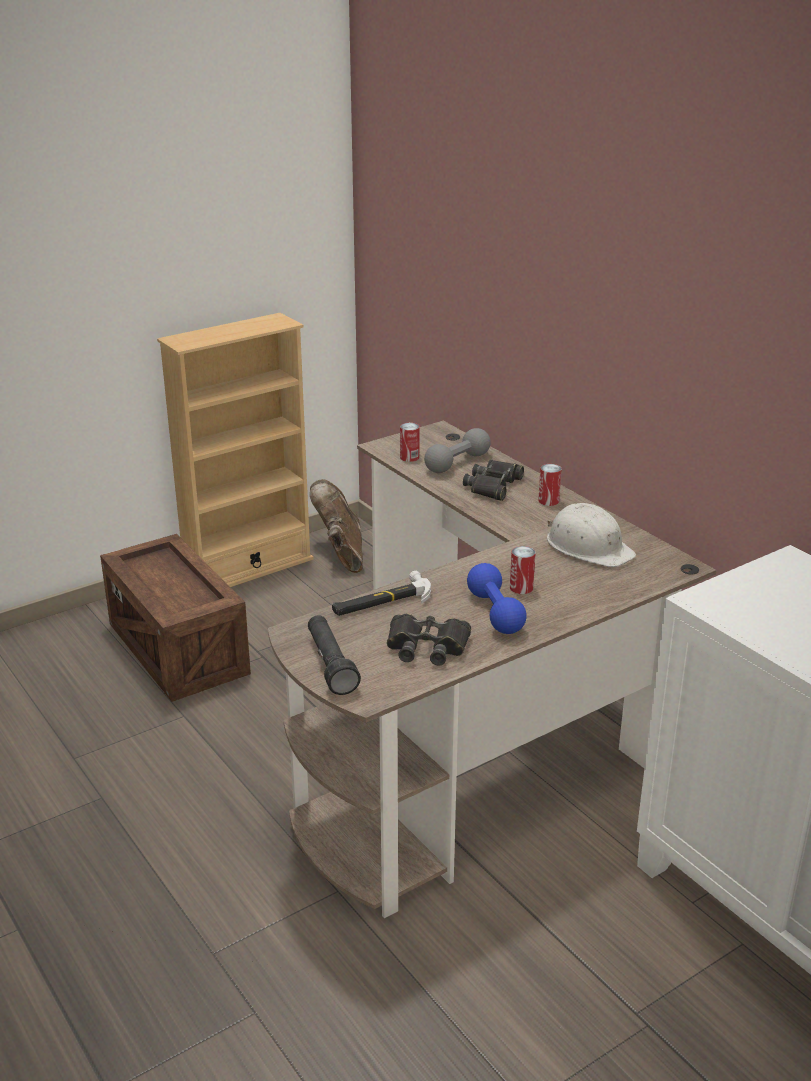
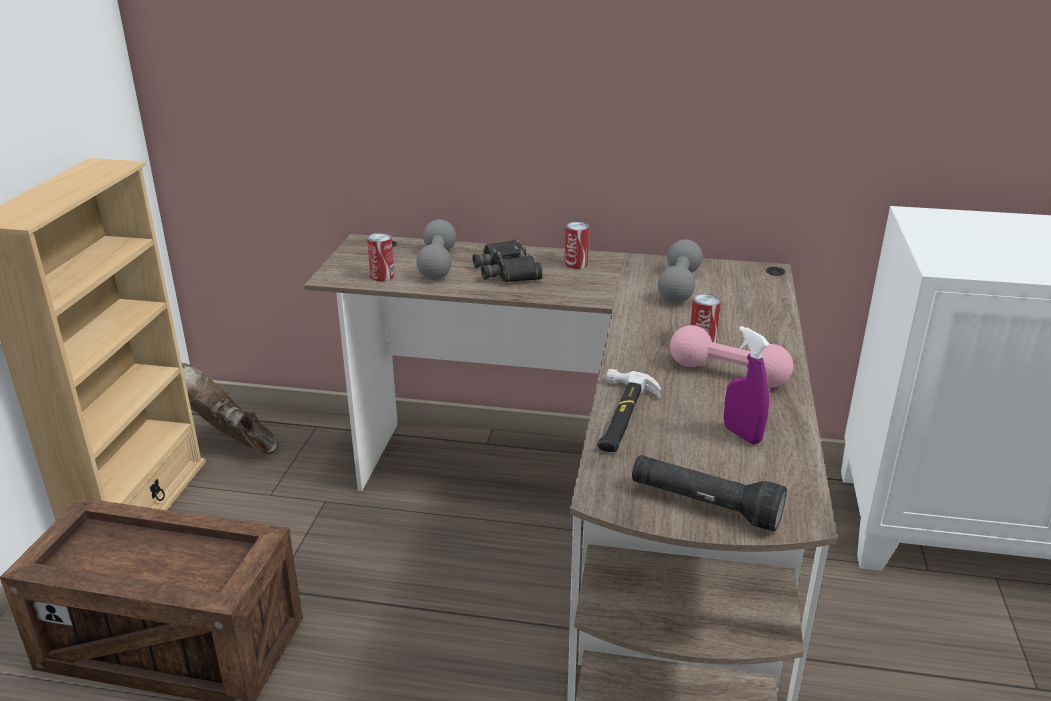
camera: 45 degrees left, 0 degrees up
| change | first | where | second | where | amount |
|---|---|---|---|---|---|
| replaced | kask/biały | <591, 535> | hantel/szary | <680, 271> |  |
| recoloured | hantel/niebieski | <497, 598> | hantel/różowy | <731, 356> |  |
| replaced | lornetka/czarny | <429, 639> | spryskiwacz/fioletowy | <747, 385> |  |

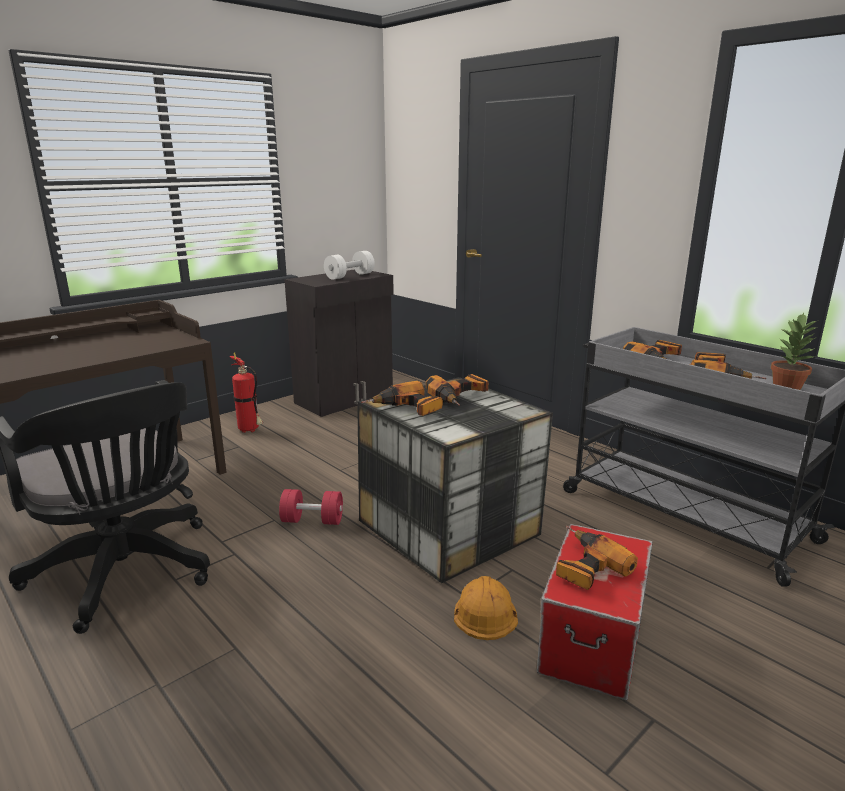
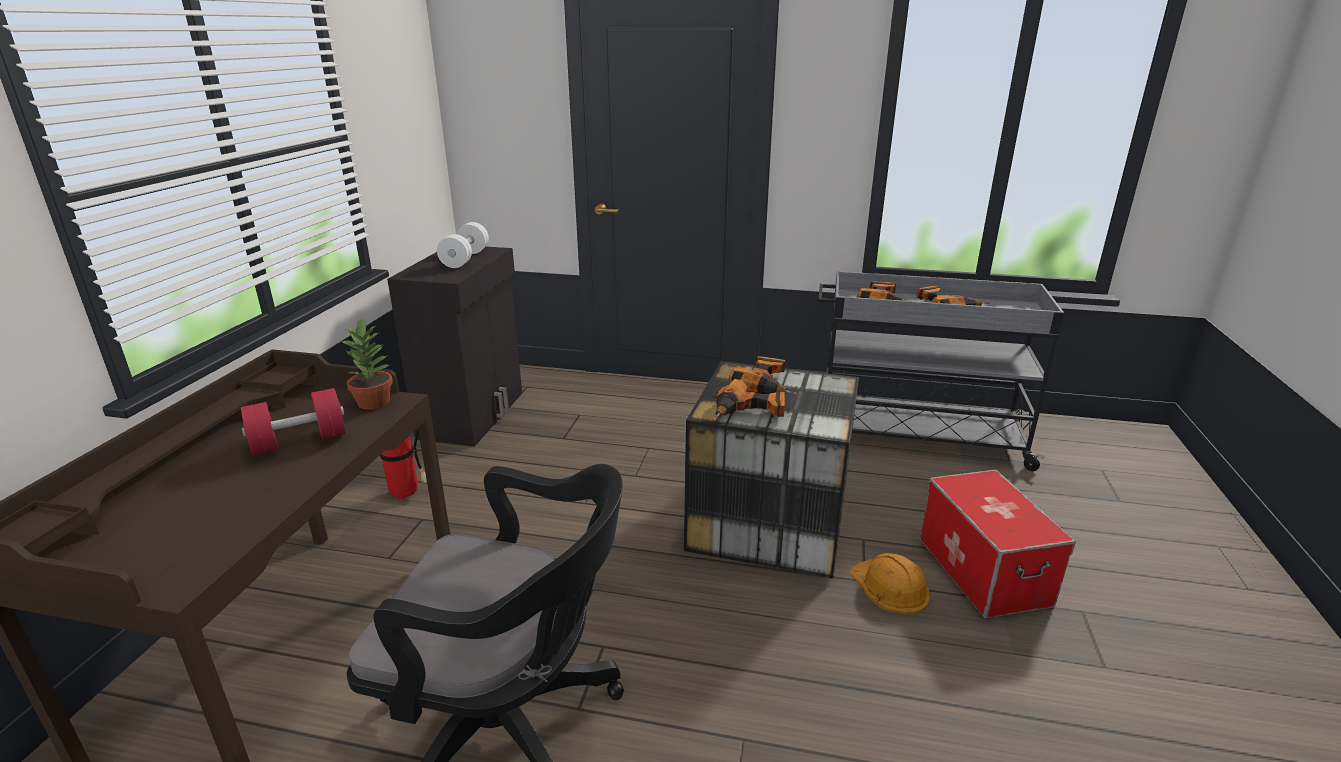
camera: 35 degrees left, 5 degrees up
| change | first | where | second | where | amount |
|---|---|---|---|---|---|
| moved | roślina doniczkowa | <794, 351> |  | <367, 364> |  |
| moved | hantel/czerwony | <311, 507> |  | <293, 422> |  |
| removed | wiertarka | <597, 558> |  |  |  |

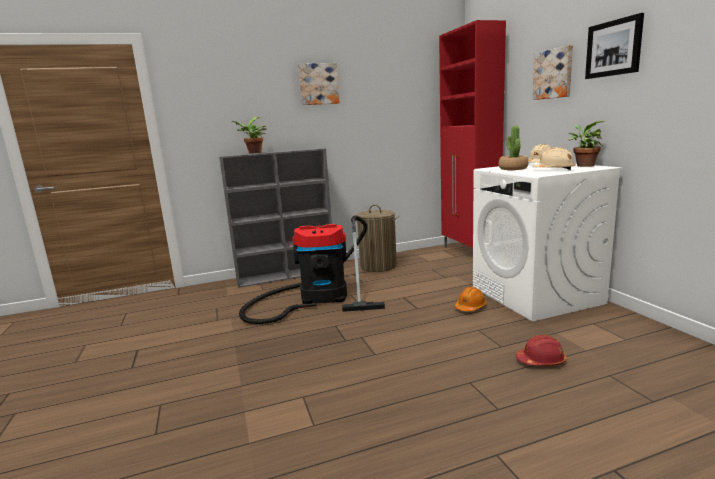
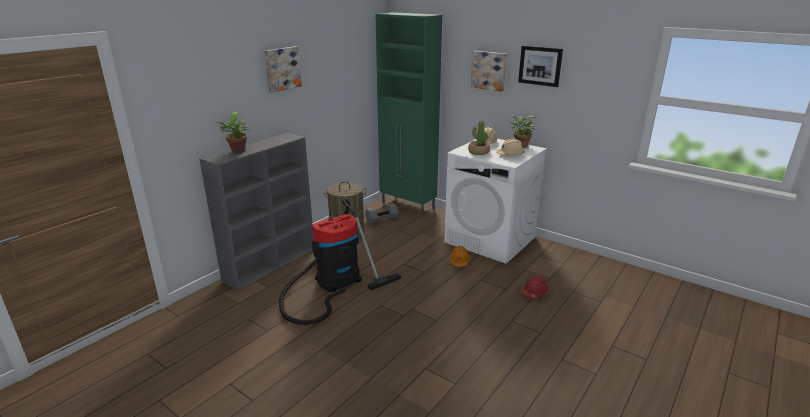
camera: 35 degrees left, 10 degrees up
| change | first | where | second | where | amount |
|---|---|---|---|---|---|
| recoloured | szafka/czerwony | <472, 134> | szafka/zielony | <409, 113> |  |
| added |  |  | hantel/szary | <381, 213> |  |

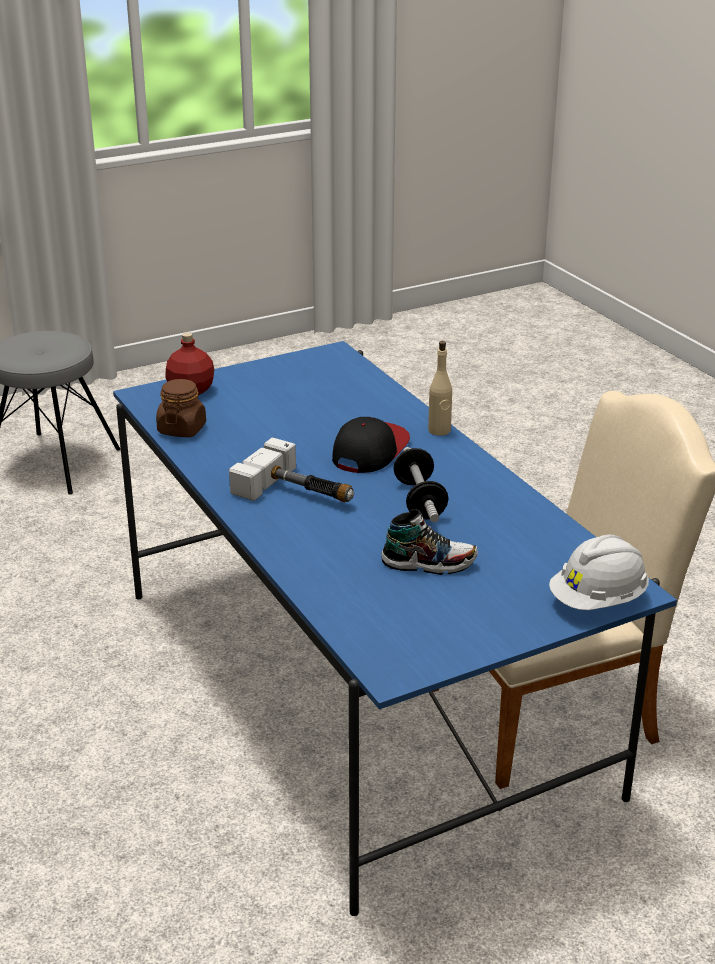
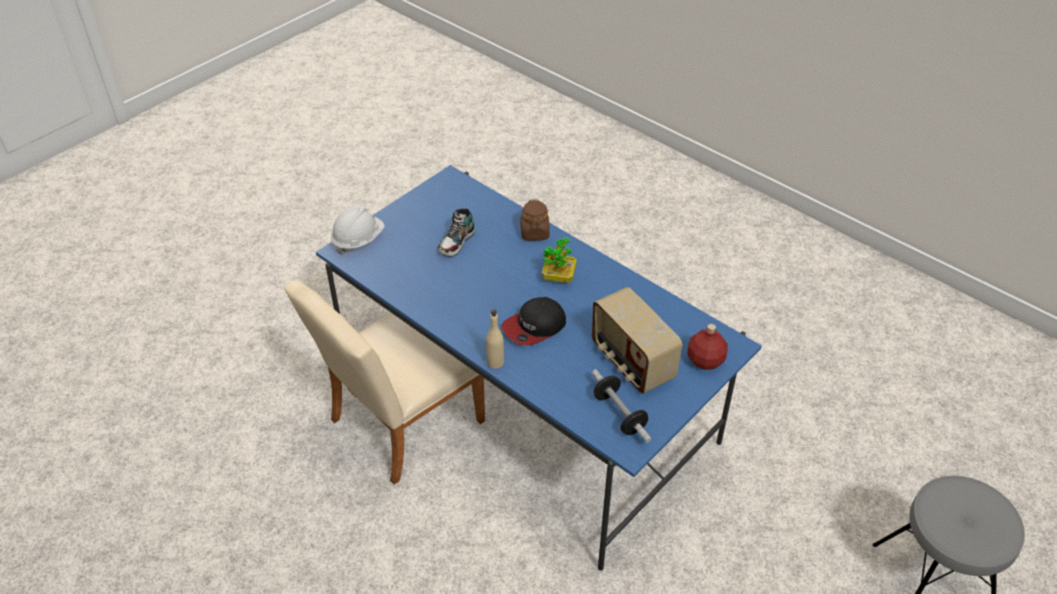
camera: 160 degrees right, 15 degrees up
| change | first | where | second | where | amount |
|---|---|---|---|---|---|
| moved | słoik/brązowy | <181, 408> |  | <535, 220> |  |
| turned | czapka z daszkiem | <371, 445> |  | <534, 321> | 45 degrees clockwise |
| replaced | młotek | <291, 469> | roślina doniczkowa | <559, 260> |  |
| moved | hantel | <420, 484> |  | <622, 406> |  |
| turned | but | <429, 542> |  | <456, 233> | 45 degrees counterclockwise |
| added |  |  | radio | <637, 340> |  |

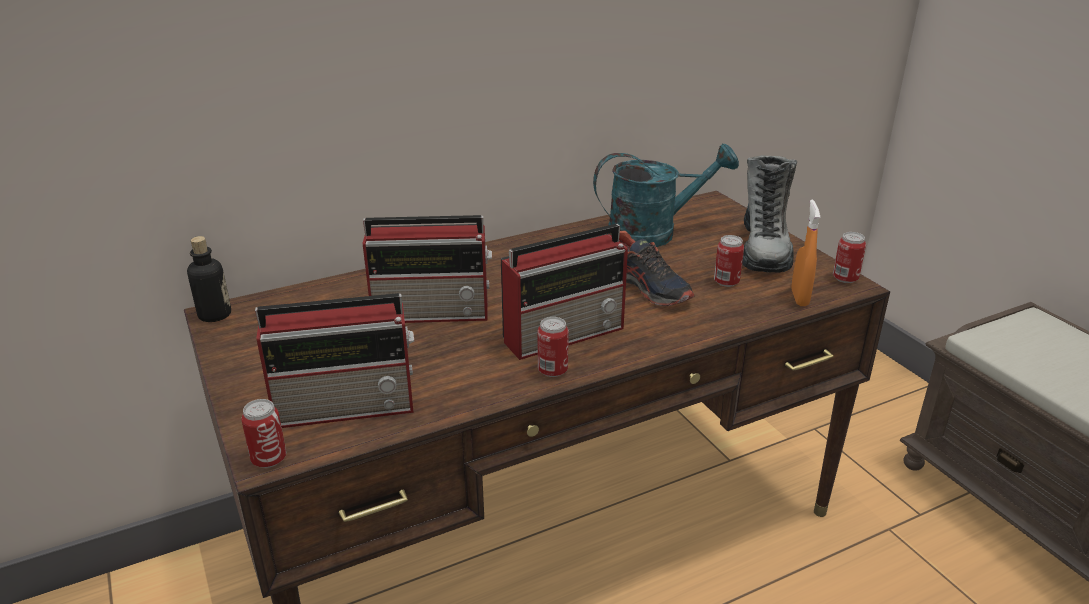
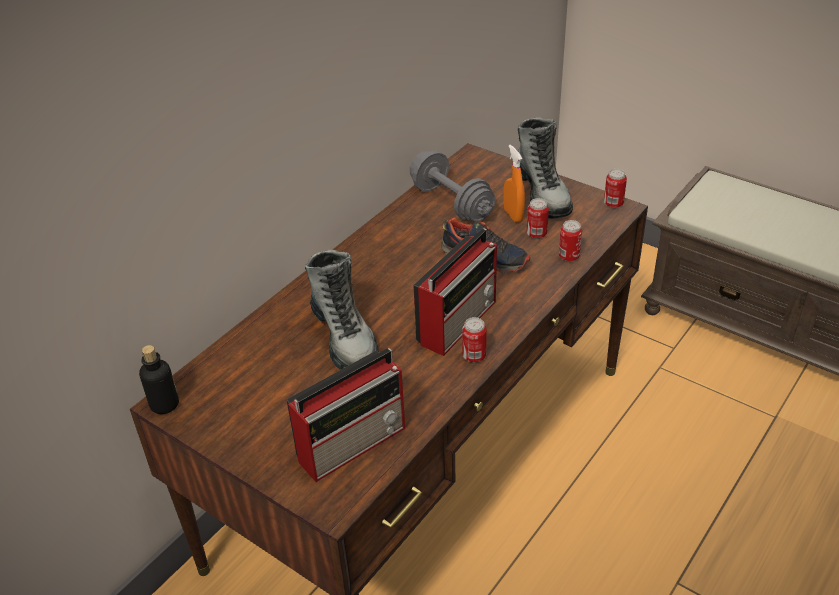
camera: 25 degrees left, 10 degrees up
| change | first | where | second | where | amount |
|---|---|---|---|---|---|
| replaced | konewka/turkusowy | <666, 195> | hantel/szary | <452, 186> |  |
| moved | spryskiwacz/pomarańczowy | <805, 253> |  | <514, 184> |  |
| replaced | radio | <427, 269> | but z cholewką | <342, 310> |  |
| moved | puszka | <263, 433> |  | <570, 241> |  |

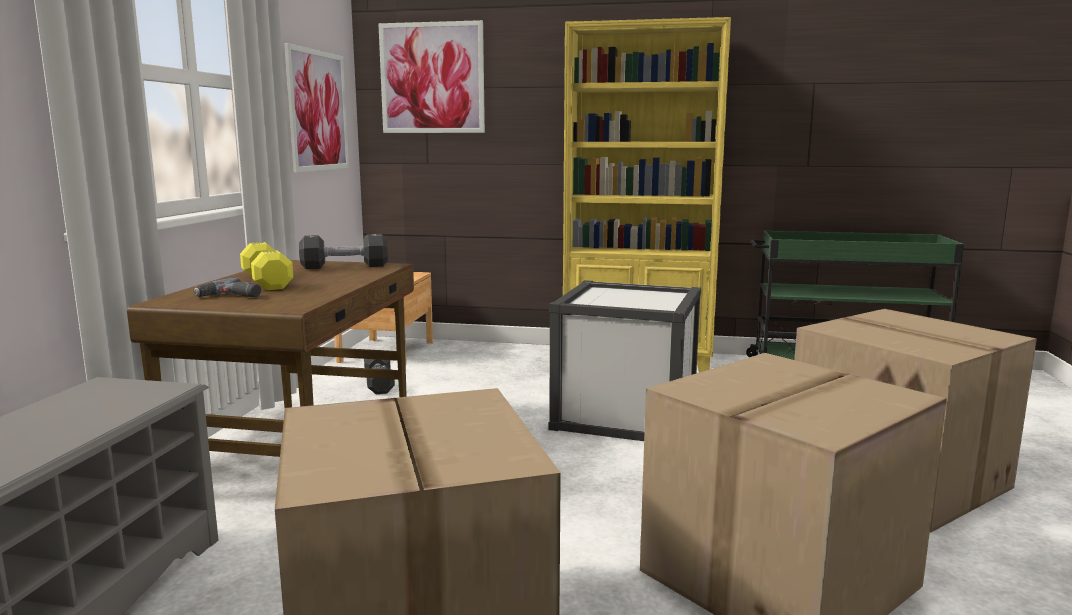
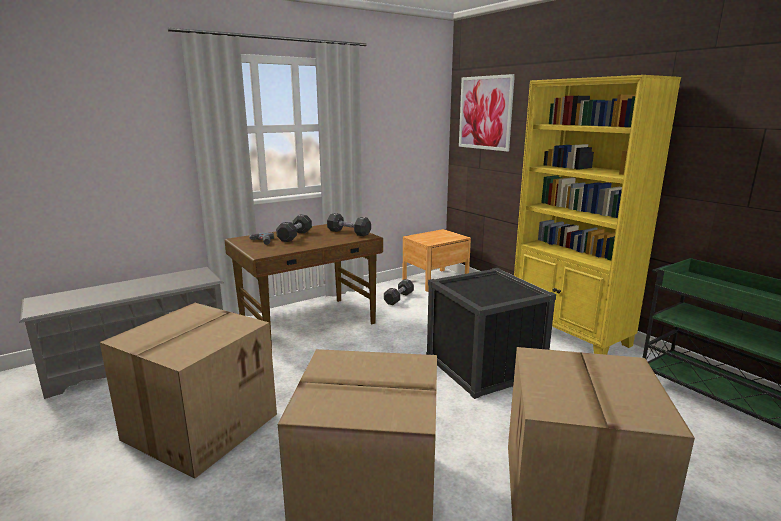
camera: 45 degrees right, 5 degrees up
| change | first | where | second | where | amount |
|---|---|---|---|---|---|
| removed | obraz | <316, 108> |  |  |  |
| recoloured | hantel/żółty | <266, 266> | hantel/czarny | <294, 228> |  |
| recoloured | pojemnik do przechowywania/biały | <625, 360> | pojemnik do przechowywania/czarny | <491, 333> |  |

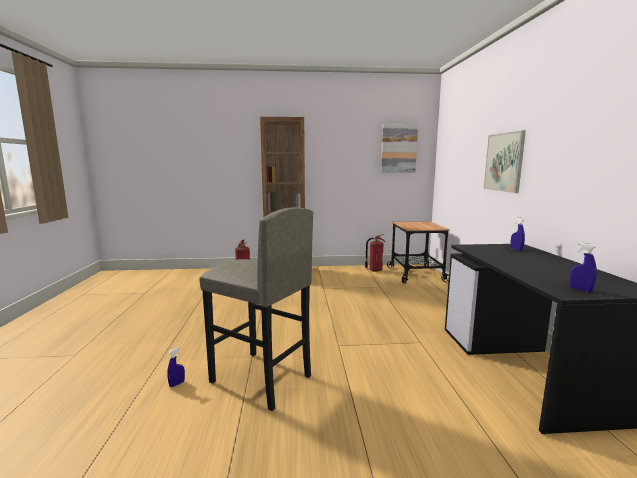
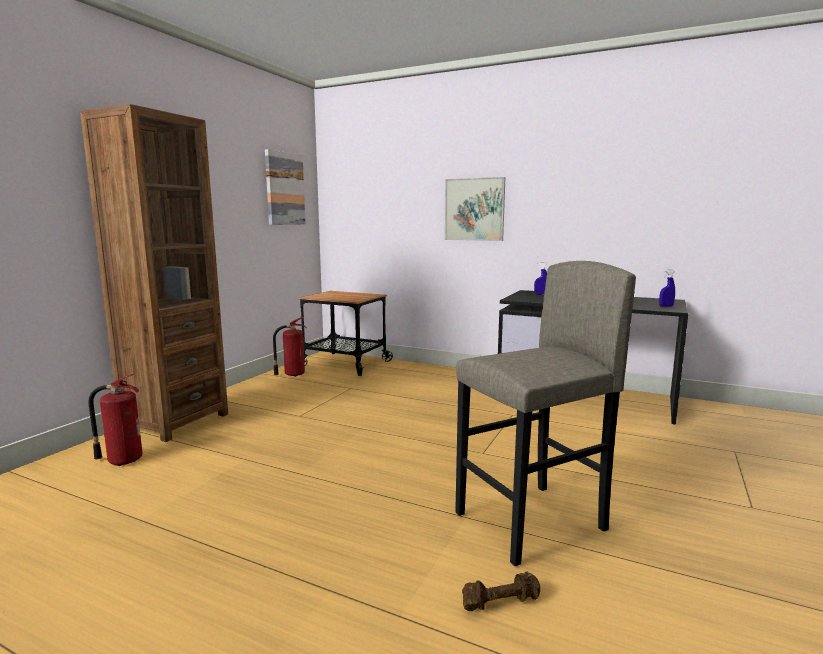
camera: 60 degrees left, 0 degrees up
| change | first | where | second | where | amount |
|---|---|---|---|---|---|
| replaced | spryskiwacz/niebieski | <176, 367> | hantel/brązowy | <501, 591> |  |

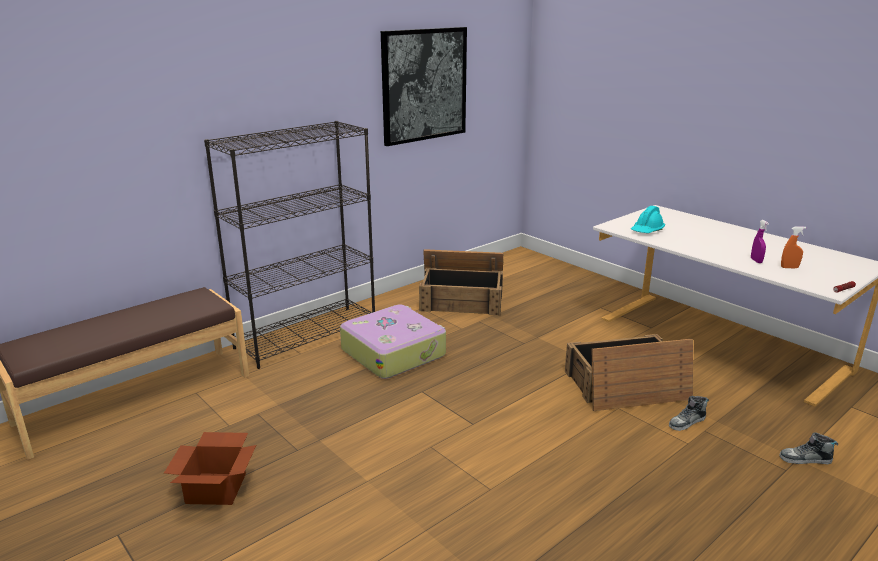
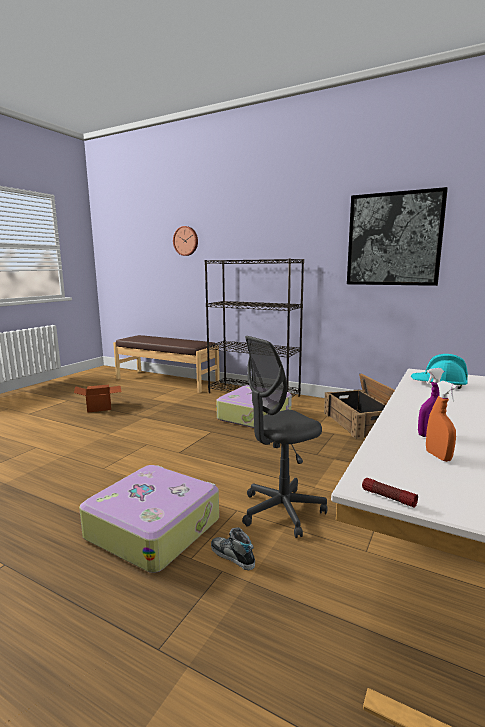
camera: 70 degrees right, 10 degrees down
| change | first | where | second | where | amount |
|---|---|---|---|---|---|
| replaced | skrzynka | <629, 372> | krzesło biurowe/szary | <285, 437> |  |
| removed | but | <808, 448> |  |  |  |
| added |  |  | zegar ścienny | <185, 241> |  |
| added |  |  | walizka | <149, 519> |  |

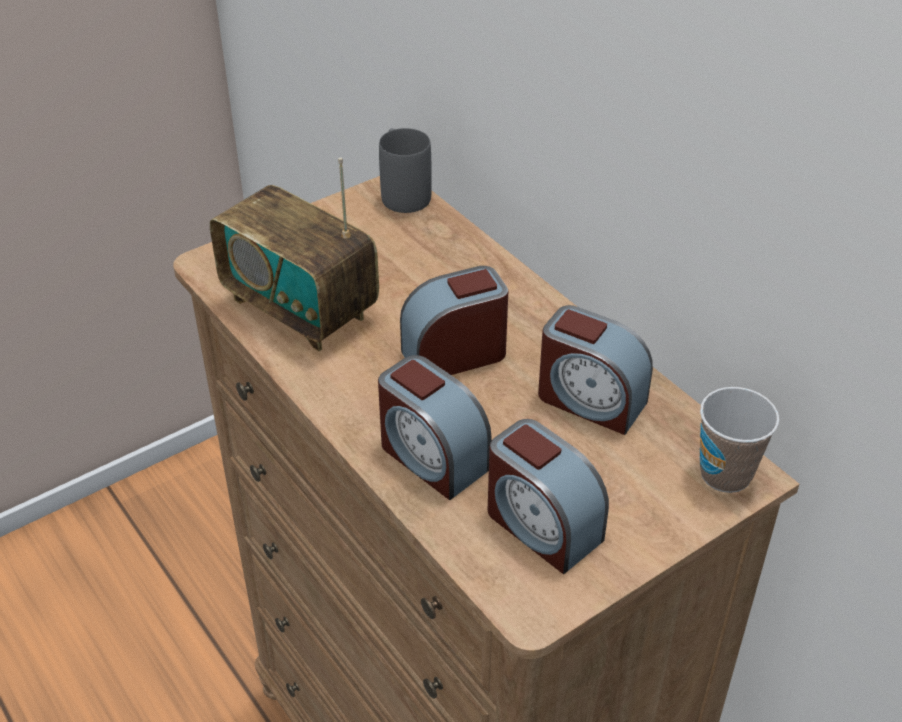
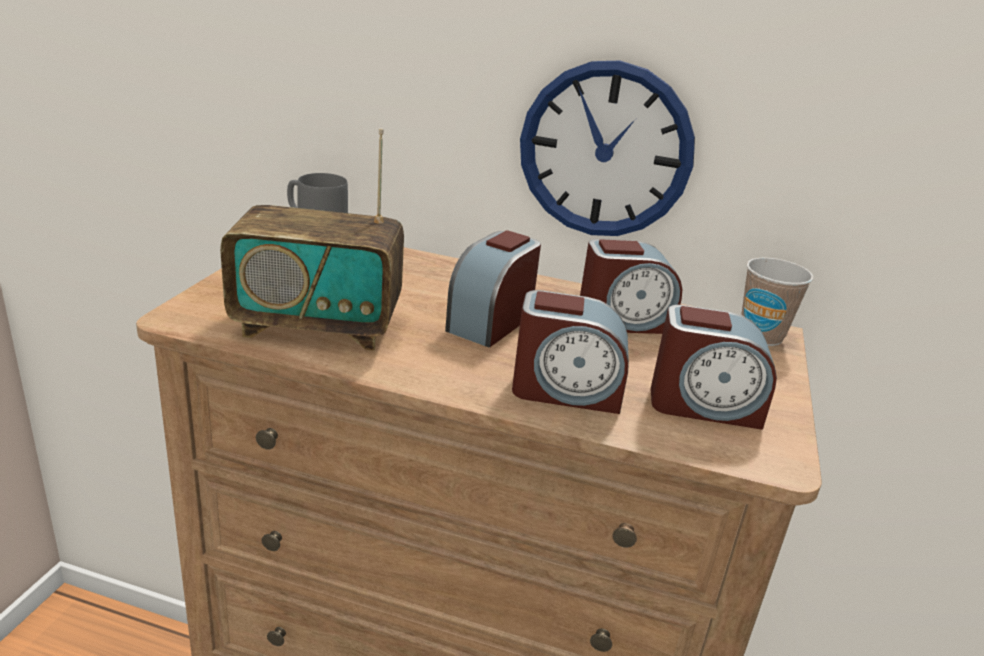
camera: 40 degrees left, 15 degrees down
| change | first | where | second | where | amount |
|---|---|---|---|---|---|
| added |  |  | zegar ścienny | <607, 148> |  |

